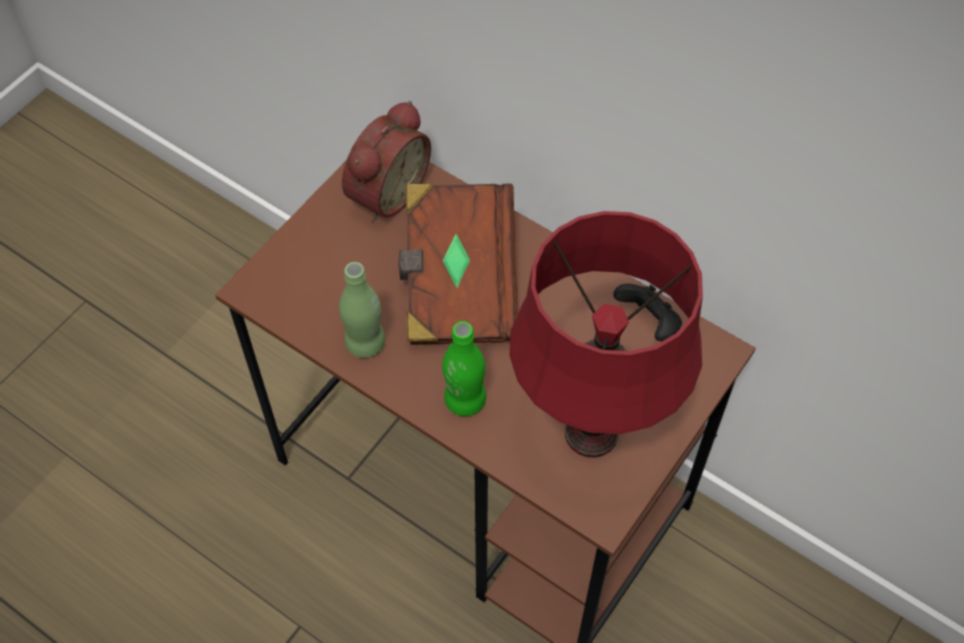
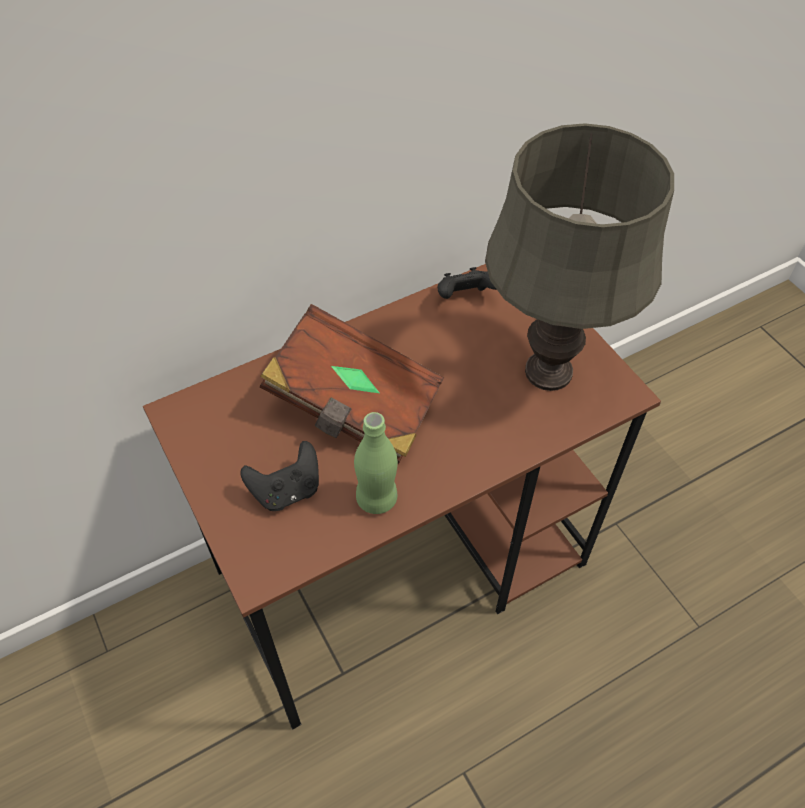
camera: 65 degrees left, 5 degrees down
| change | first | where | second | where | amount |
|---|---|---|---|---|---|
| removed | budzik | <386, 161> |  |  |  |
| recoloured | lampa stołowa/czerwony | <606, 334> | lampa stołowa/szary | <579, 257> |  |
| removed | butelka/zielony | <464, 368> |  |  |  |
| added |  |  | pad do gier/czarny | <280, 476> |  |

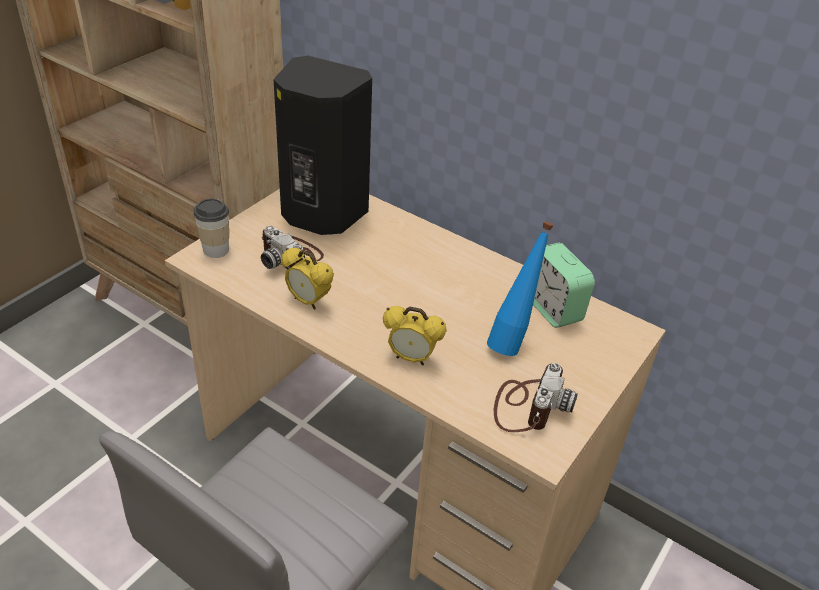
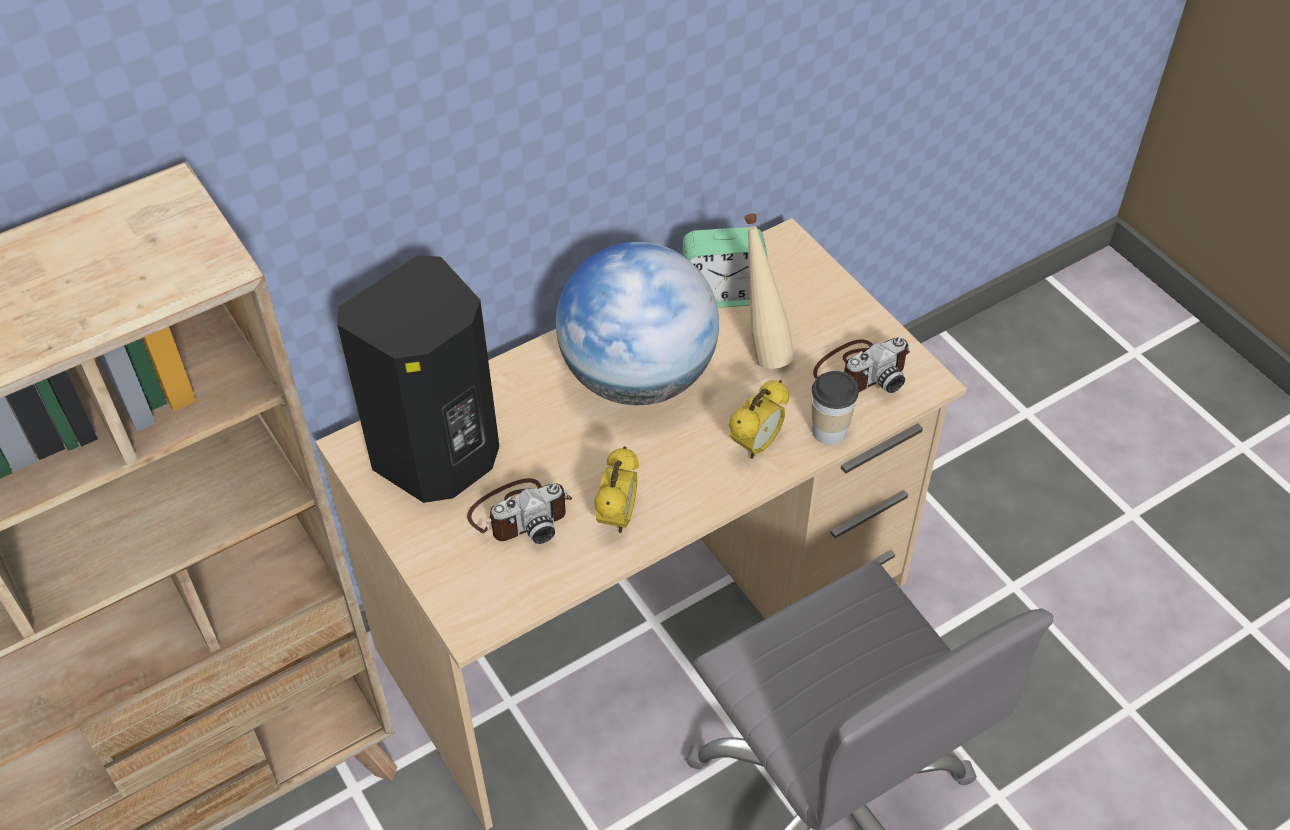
camera: 65 degrees left, 10 degrees up
| change | first | where | second | where | amount |
|---|---|---|---|---|---|
| moved | filiżanka | <211, 228> |  | <835, 408> |  |
| recoloured | butelka/niebieski | <520, 288> | butelka/beżowy | <769, 291> |  |
| turned | budzik | <307, 279> |  | <616, 489> | 45 degrees counterclockwise |
| turned | aparat fotograficzny | <536, 397> |  | <861, 365> | 105 degrees clockwise |
| added |  |  | globus | <637, 323> |  |

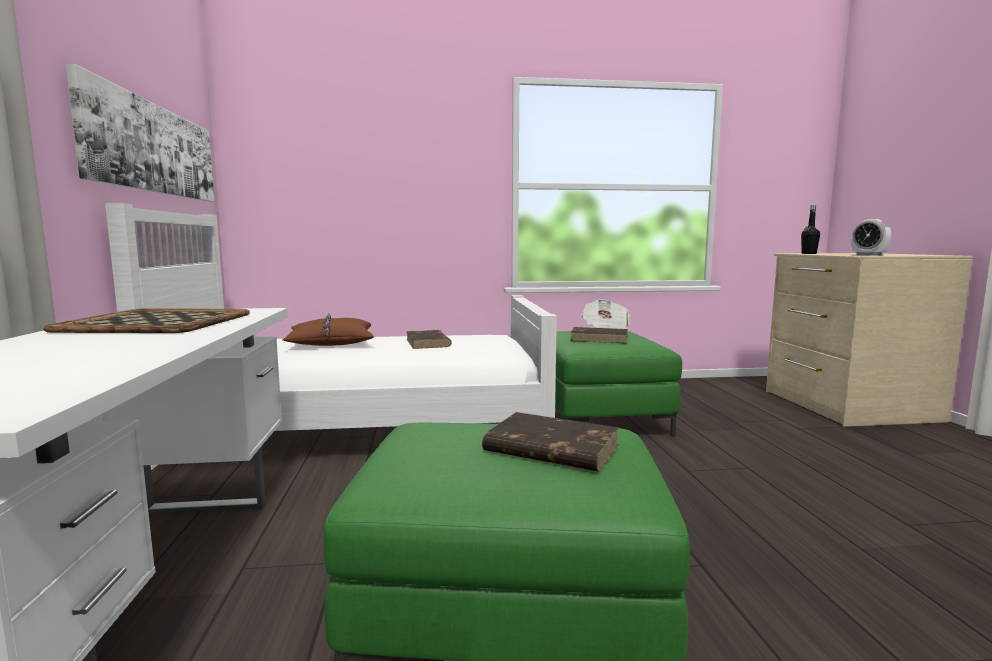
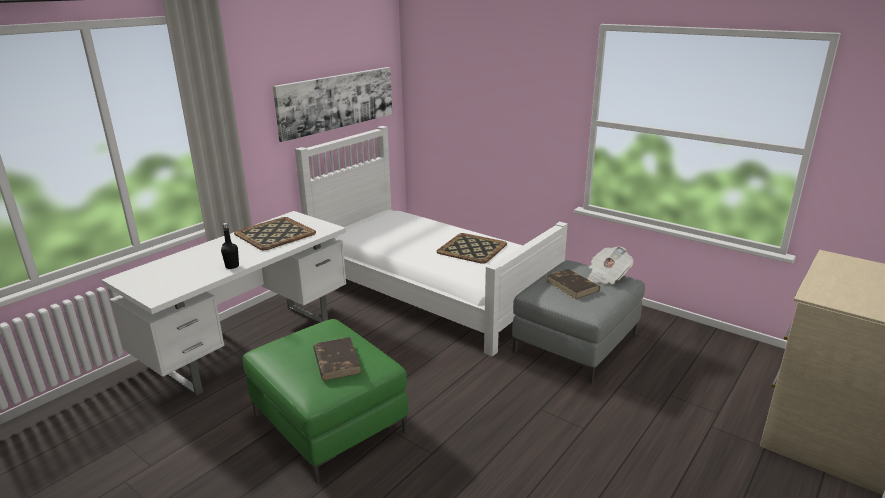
camera: 45 degrees right, 15 degrees up
| change | first | where | second | where | amount |
|---|---|---|---|---|---|
| moved | butelka/czarny | <810, 229> |  | <230, 246> |  |
| removed | budzik | <871, 237> |  |  |  |
| removed | poduszka/brązowy | <328, 329> |  |  |  |
| replaced | książka/brązowy | <429, 339> | taca | <472, 248> |  |
| recoloured | pufa/zielony | <618, 384> | pufa/szary | <578, 322> |  |

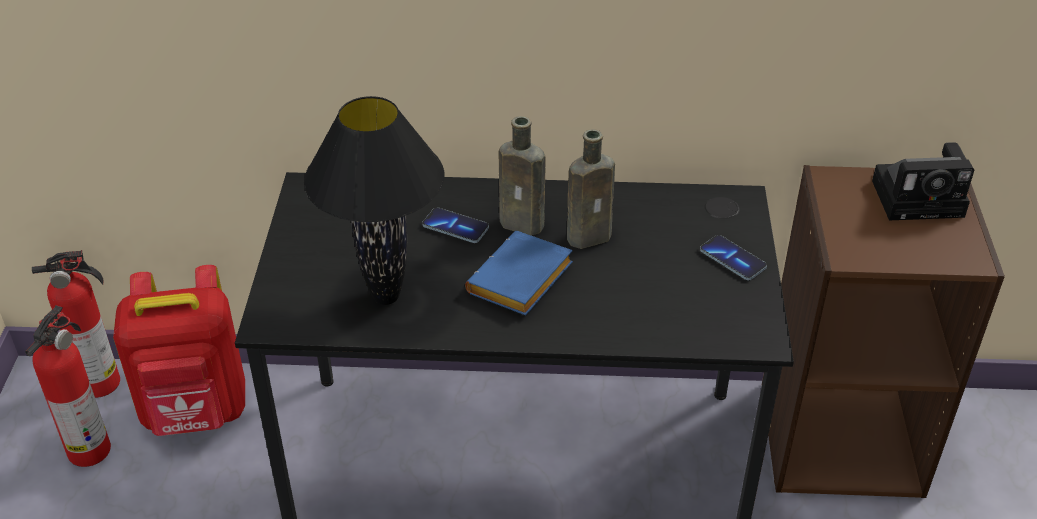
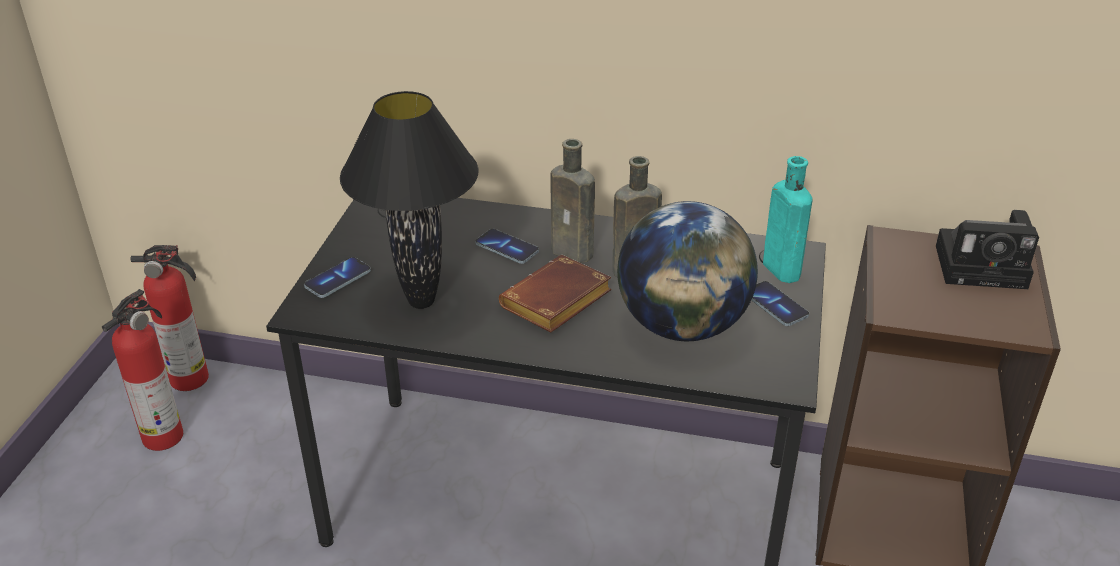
camera: 10 degrees right, 5 degrees down
| change | first | where | second | where | amount |
|---|---|---|---|---|---|
| recoloured | książka/niebieski | <519, 273> | książka/brązowy | <555, 293> |  |
| removed | plecak/czerwony | <179, 350> |  |  |  |
| added |  |  | butelka/turkusowy | <788, 219> |  |
| added |  |  | globus | <687, 271> |  |
| added |  |  | telefon | <337, 277> |  |

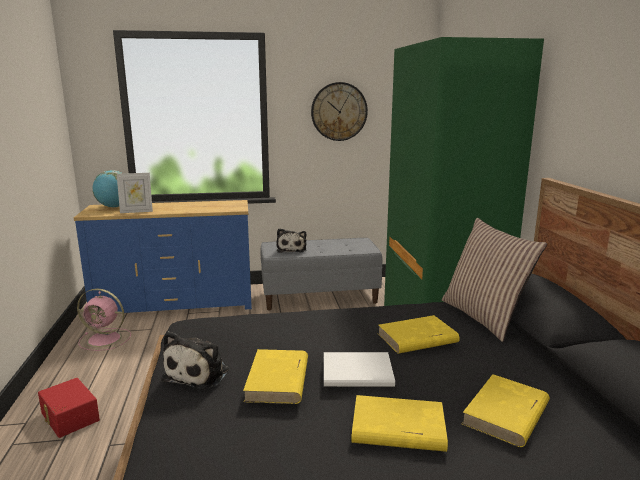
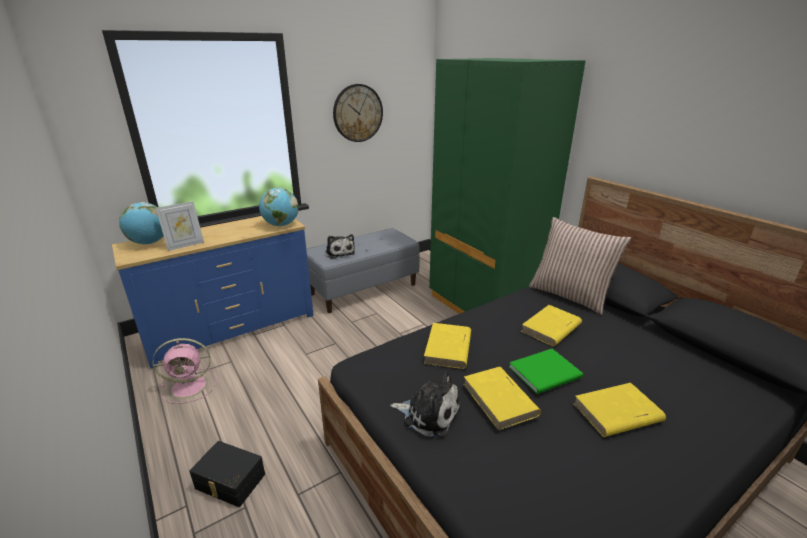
camera: 25 degrees left, 10 degrees up
| change | first | where | second | where | amount |
|---|---|---|---|---|---|
| turned | pluszak | <195, 360> |  | <425, 404> | 60 degrees counterclockwise |
| recoloured | książka/biały | <359, 369> | książka/zielony | <546, 371> |  |
| moved | książka/żółty | <506, 410> |  | <447, 346> |  |
| recoloured | pojemnik do przechowywania/czerwony | <69, 408> | pojemnik do przechowywania/czarny | <227, 474> |  |
| added |  |  | globus | <279, 207> |  |

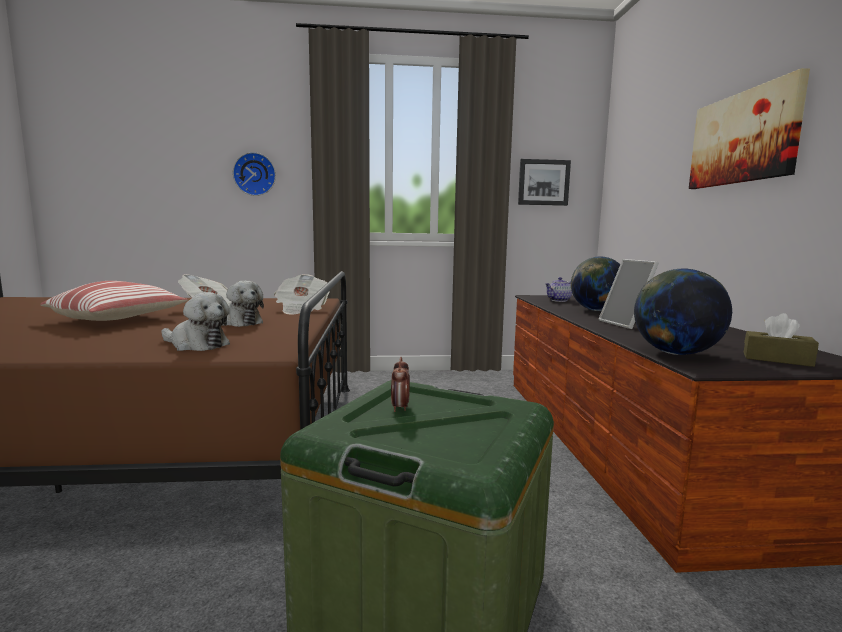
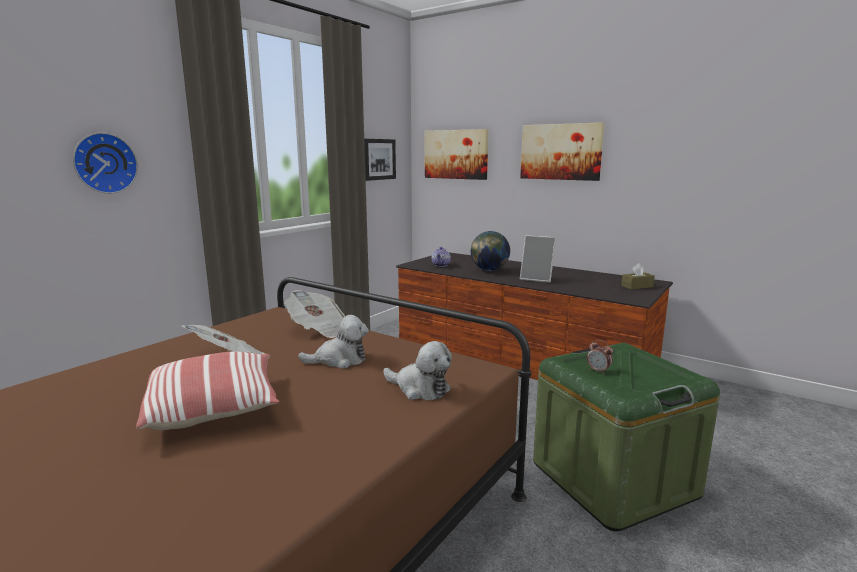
camera: 50 degrees left, 5 degrees up
| change | first | where | second | where | amount |
|---|---|---|---|---|---|
| removed | globus | <683, 311> |  |  |  |
| turned | pluszak | <195, 321> |  | <417, 370> | 60 degrees clockwise |
| added |  |  | obraz | <457, 154> |  |

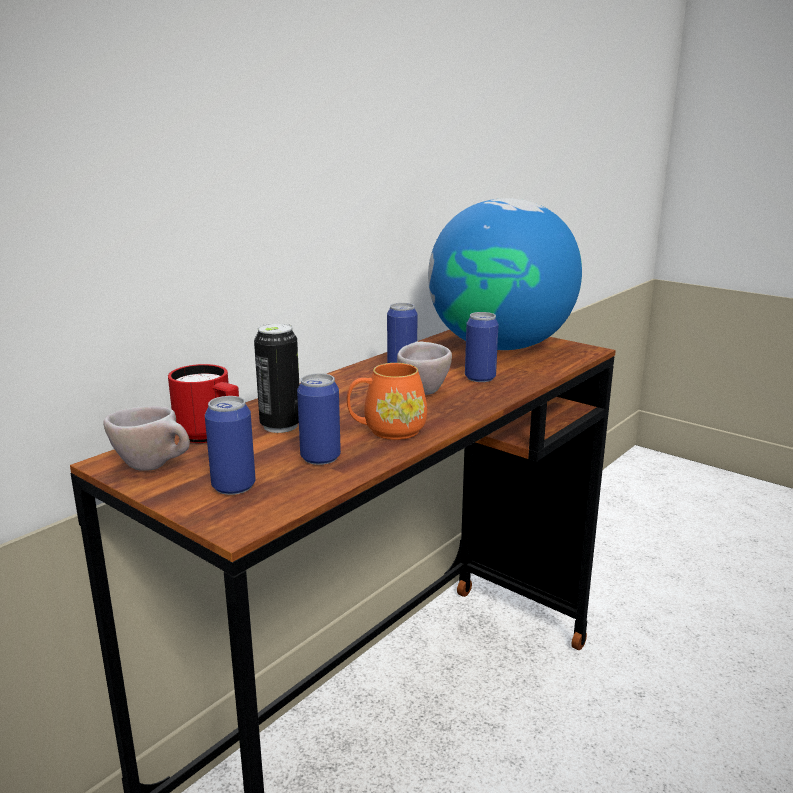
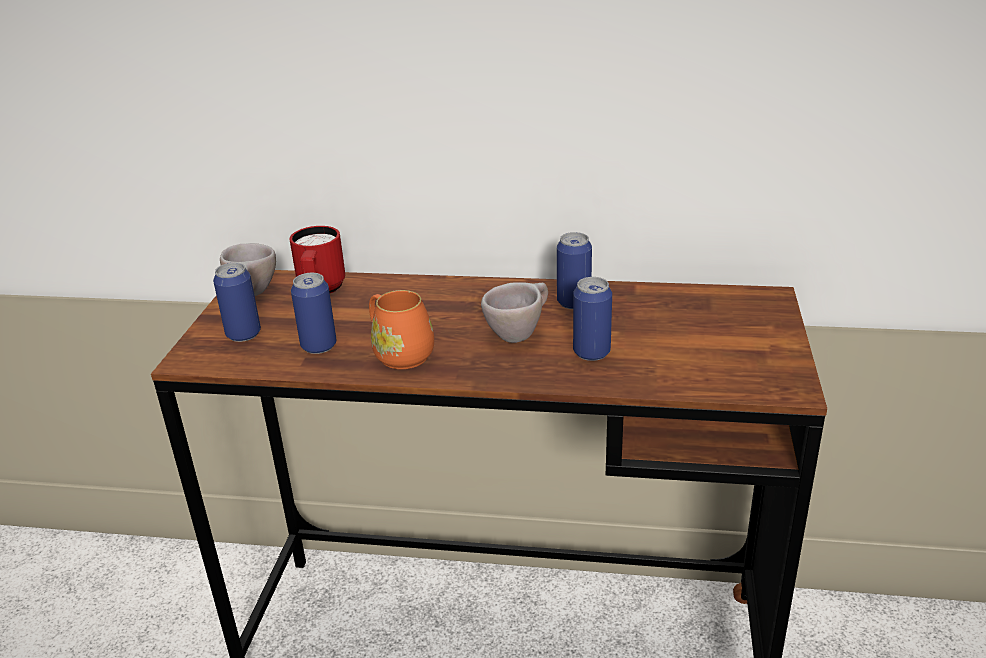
camera: 60 degrees right, 10 degrees up
| change | first | where | second | where | amount |
|---|---|---|---|---|---|
| removed | globus | <505, 274> |  |  |  |
| removed | puszka | <276, 378> |  |  |  |

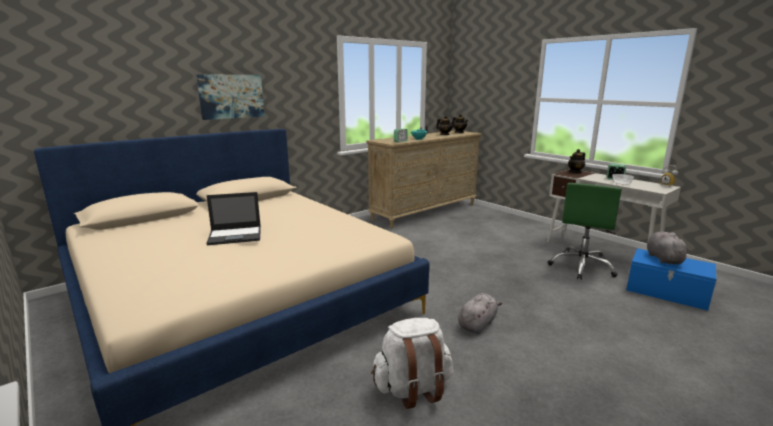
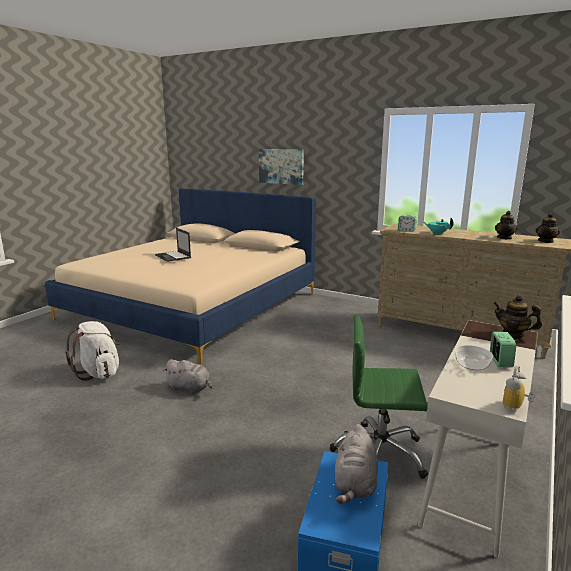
camera: 70 degrees right, 0 degrees up
| change | first | where | second | where | amount |
|---|---|---|---|---|---|
| turned | pluszak/szary | <669, 248> |  | <356, 464> | 120 degrees clockwise |

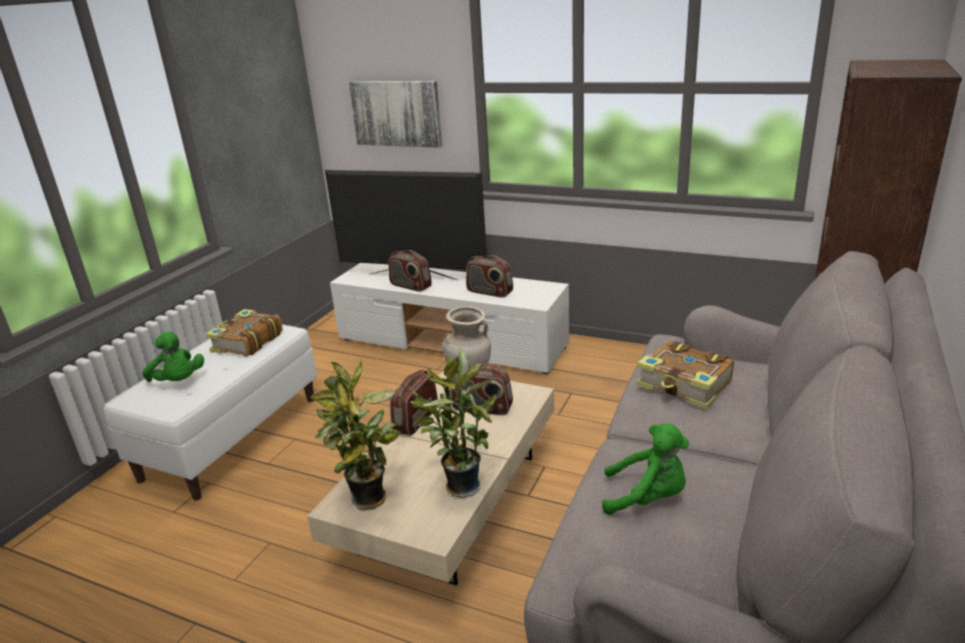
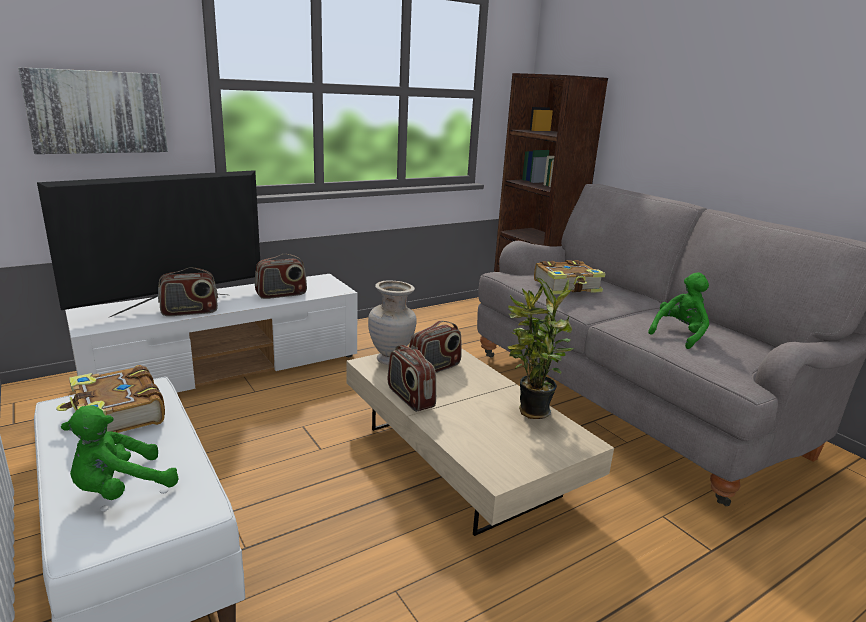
camera: 60 degrees left, 5 degrees down
| change | first | where | second | where | amount |
|---|---|---|---|---|---|
| turned | pluszak/zielony | <173, 356> |  | <120, 452> | 150 degrees clockwise |
| removed | roślina doniczkowa | <356, 435> |  |  |  |

